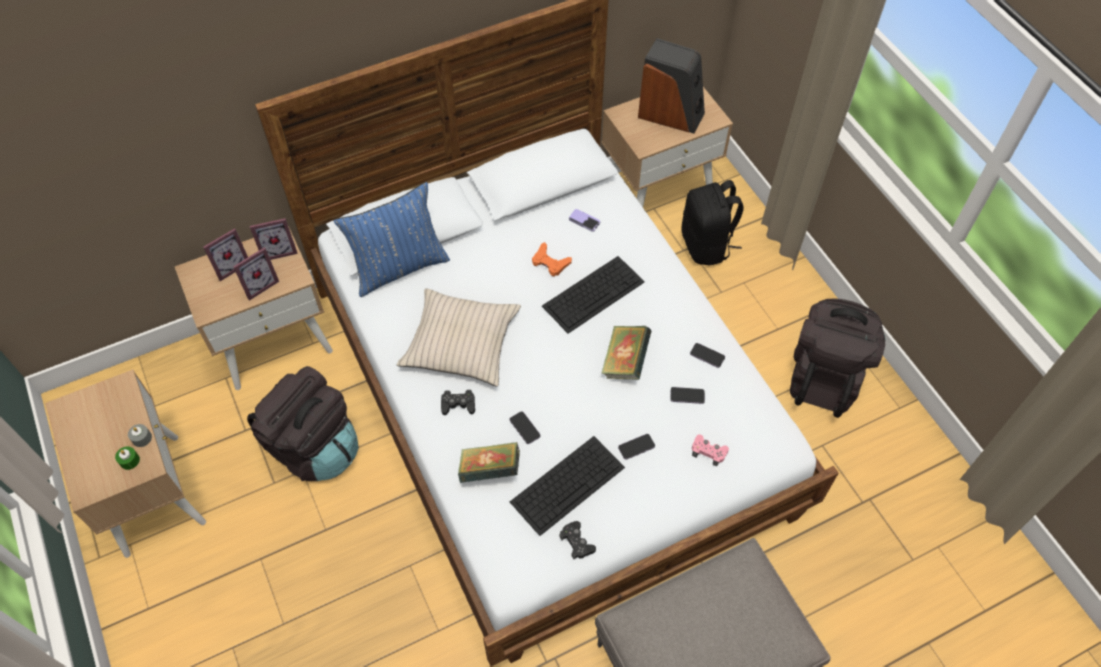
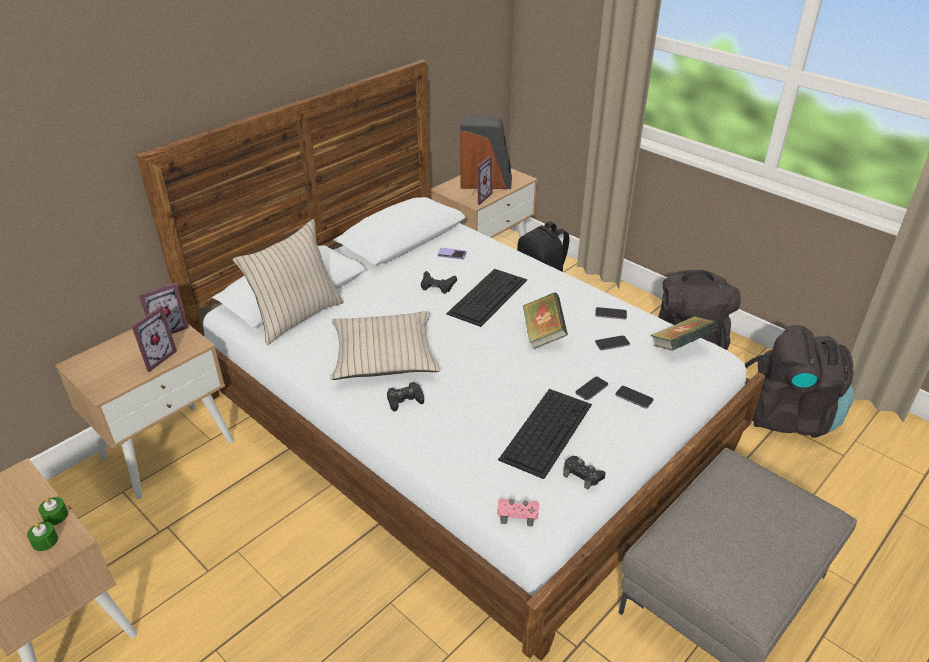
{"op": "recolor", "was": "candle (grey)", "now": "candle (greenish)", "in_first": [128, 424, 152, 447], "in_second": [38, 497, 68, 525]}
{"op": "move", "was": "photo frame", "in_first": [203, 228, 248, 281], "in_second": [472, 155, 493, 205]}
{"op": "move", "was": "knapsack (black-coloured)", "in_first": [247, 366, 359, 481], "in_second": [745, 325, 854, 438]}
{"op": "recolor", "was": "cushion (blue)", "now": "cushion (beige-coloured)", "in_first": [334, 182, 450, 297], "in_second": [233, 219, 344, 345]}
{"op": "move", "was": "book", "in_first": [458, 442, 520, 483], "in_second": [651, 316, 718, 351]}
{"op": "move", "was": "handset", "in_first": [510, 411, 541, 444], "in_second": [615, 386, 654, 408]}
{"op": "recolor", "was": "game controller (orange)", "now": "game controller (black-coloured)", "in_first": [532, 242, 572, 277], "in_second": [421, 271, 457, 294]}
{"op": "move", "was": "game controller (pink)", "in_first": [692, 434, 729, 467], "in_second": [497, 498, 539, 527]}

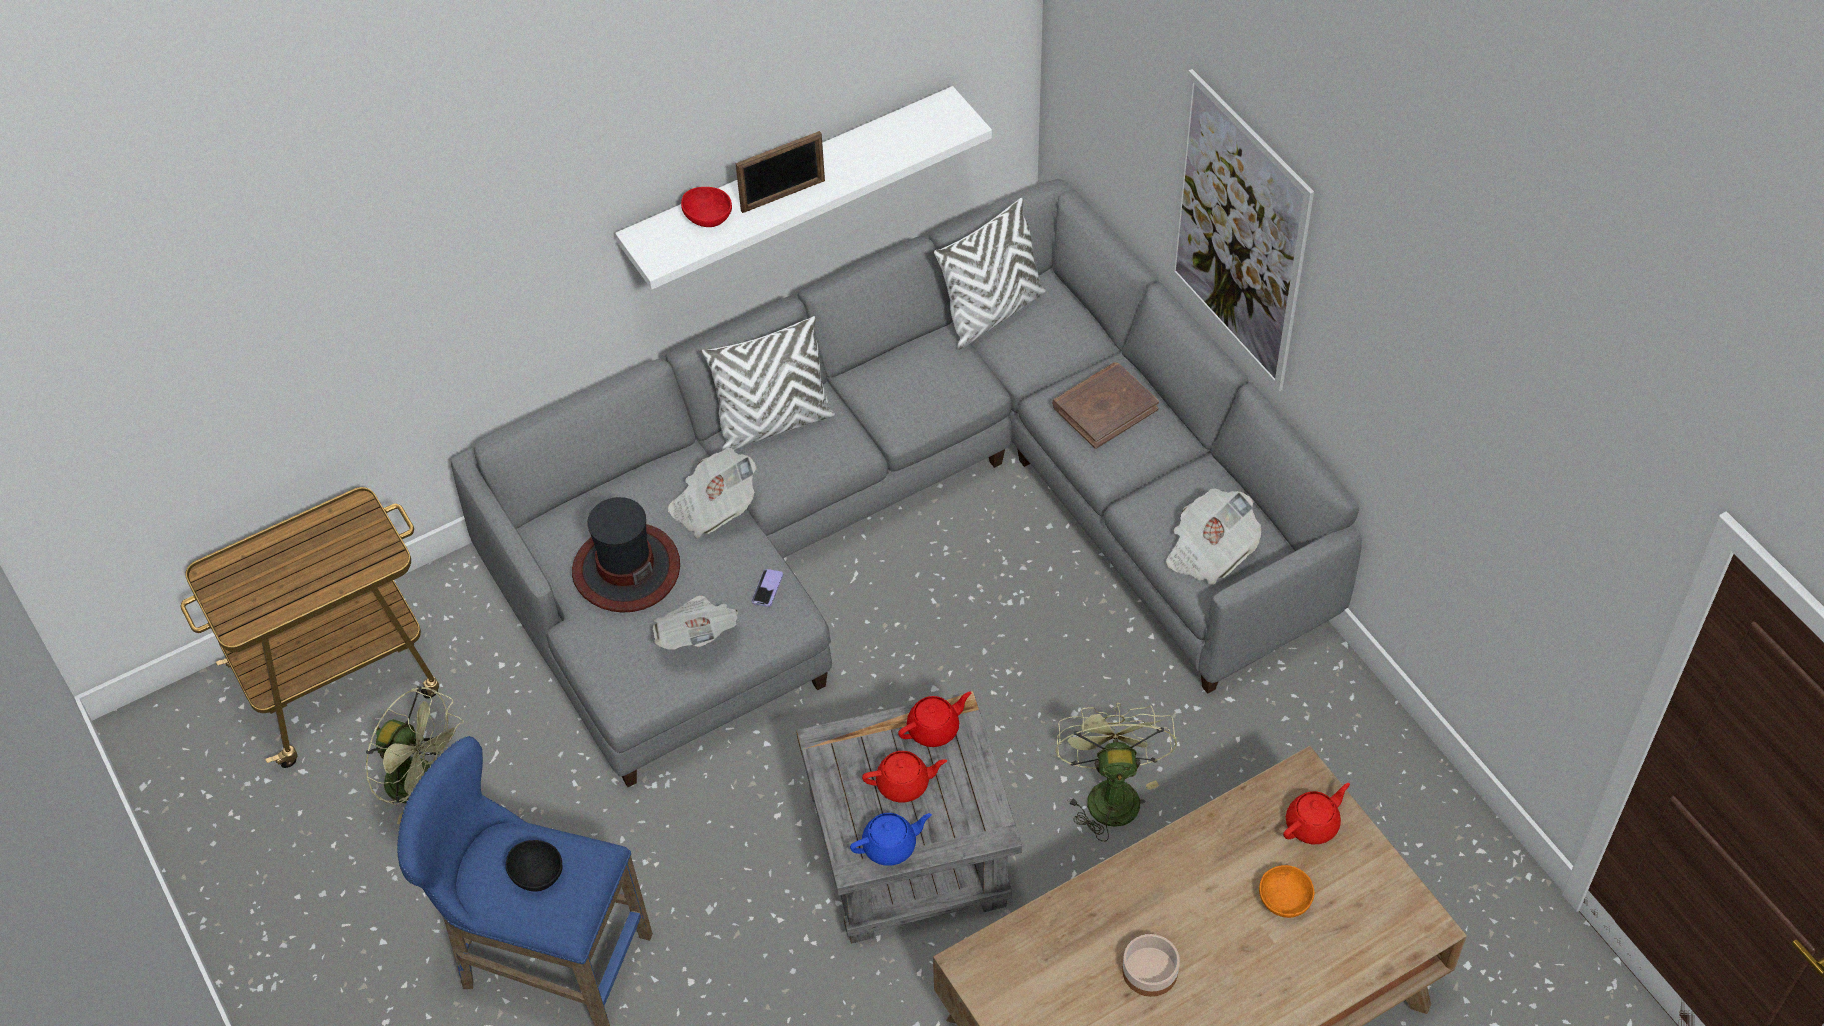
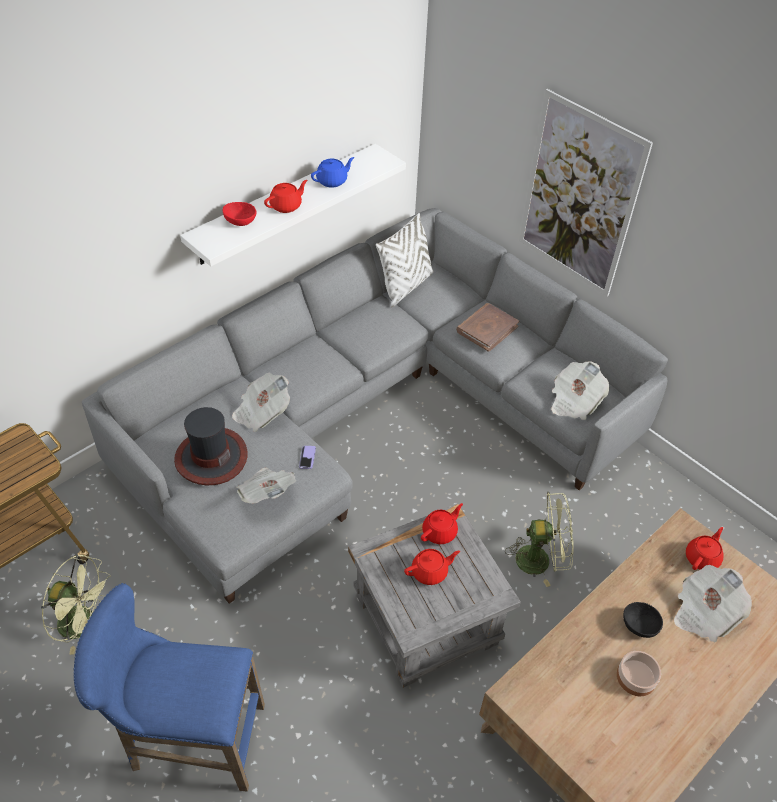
{"op": "move", "was": "bowl (black-coloured)", "in_first": [506, 840, 563, 892], "in_second": [623, 602, 663, 638]}
{"op": "delete", "was": "cushion (white-coloured)", "in_first": [702, 316, 835, 451]}
{"op": "replace", "was": "photo frame", "now": "teapot (red)", "in_first": [736, 131, 825, 213], "in_second": [264, 180, 308, 213]}
{"op": "move", "was": "teapot (blue)", "in_first": [850, 813, 932, 866], "in_second": [311, 157, 355, 188]}
{"op": "rotate", "was": "cooling fan (greenish)", "in_first": [1055, 703, 1177, 841], "in_second": [505, 492, 574, 587], "clockwise": 105}
{"op": "replace", "was": "bowl (orange)", "now": "newspaper", "in_first": [1259, 865, 1315, 918], "in_second": [674, 565, 752, 642]}

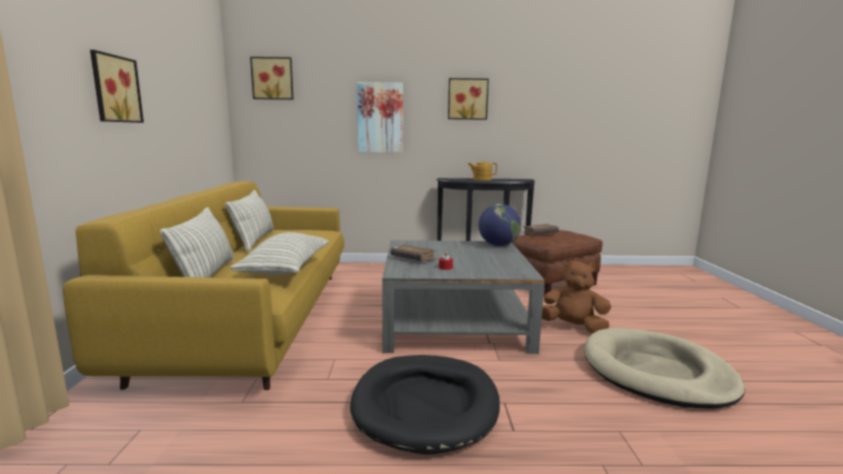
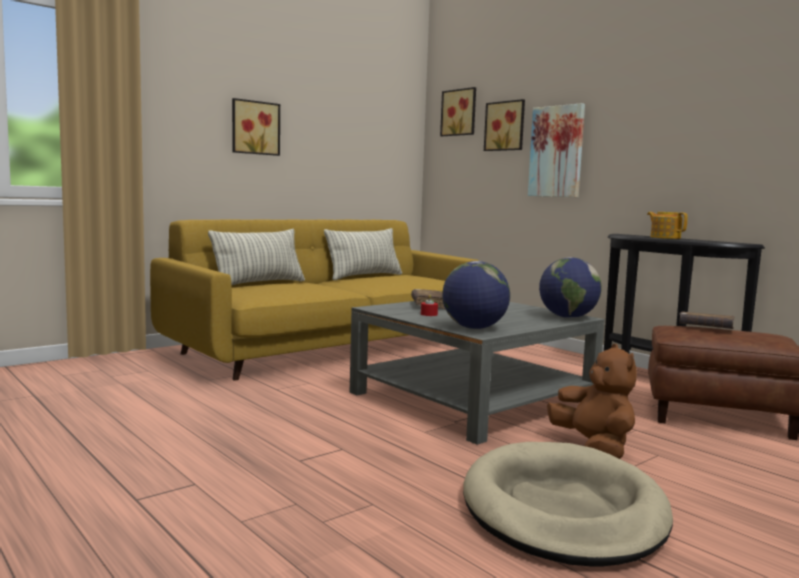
{"op": "delete", "was": "cushion", "in_first": [230, 232, 329, 275]}
{"op": "delete", "was": "dog bed (black-coloured)", "in_first": [350, 355, 500, 455]}
{"op": "move", "was": "wall picture", "in_first": [448, 78, 489, 120], "in_second": [484, 99, 525, 151]}
{"op": "insert", "now": "world globe", "in_second": [442, 261, 510, 329]}

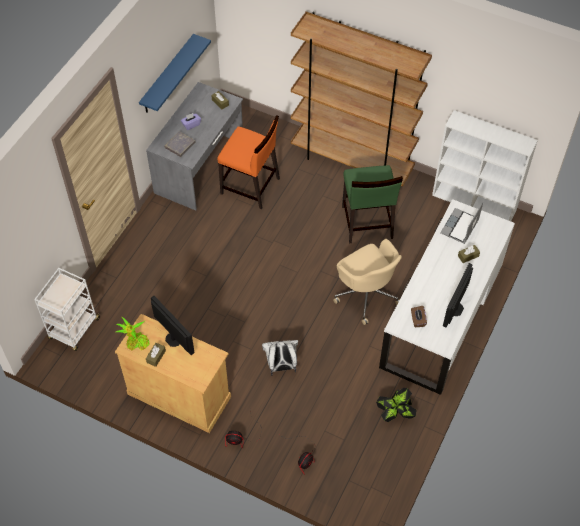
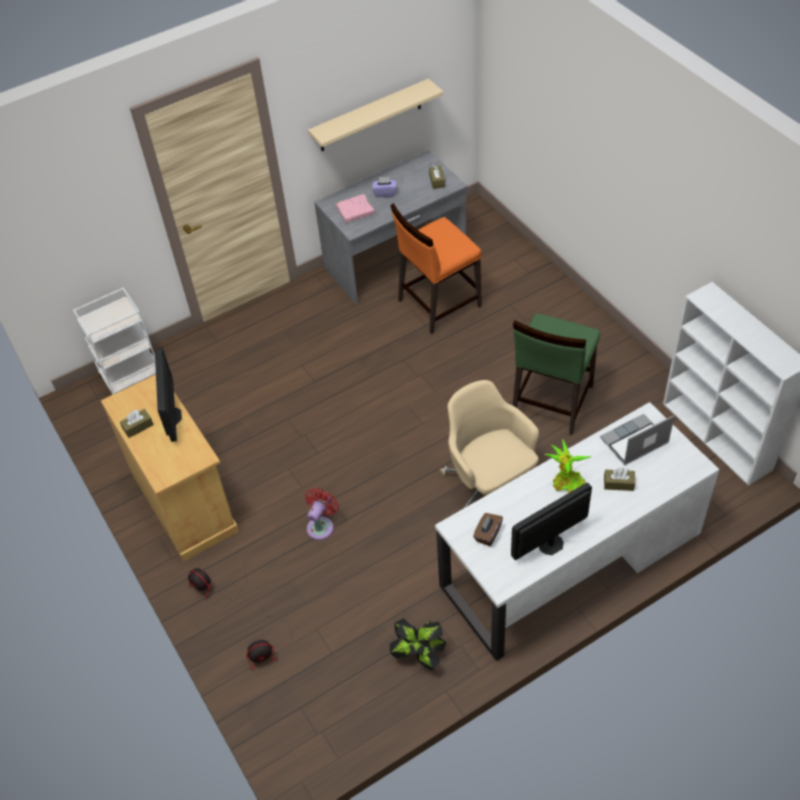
{"op": "move", "was": "potted plant", "in_first": [116, 317, 149, 350], "in_second": [544, 439, 592, 493]}
{"op": "recolor", "was": "wall shelf (blue)", "now": "wall shelf (beige-coloured)", "in_first": [139, 34, 211, 113], "in_second": [308, 79, 444, 151]}
{"op": "recolor", "was": "book (grey)", "now": "book (pink)", "in_first": [164, 131, 195, 157], "in_second": [335, 194, 375, 223]}
{"op": "rotate", "was": "plain chair (orange)", "in_first": [217, 115, 280, 209], "in_second": [390, 203, 482, 334], "clockwise": 90}
{"op": "replace", "was": "knapsack (white-coloured)", "now": "cooling fan (red)", "in_first": [262, 340, 298, 376], "in_second": [305, 488, 339, 540]}
{"op": "delete", "was": "bookshelf (brown)", "in_first": [291, 11, 432, 186]}
{"op": "rotate", "was": "computer chair (beige-coloured)", "in_first": [333, 239, 402, 325], "in_second": [440, 380, 539, 509], "clockwise": 150}

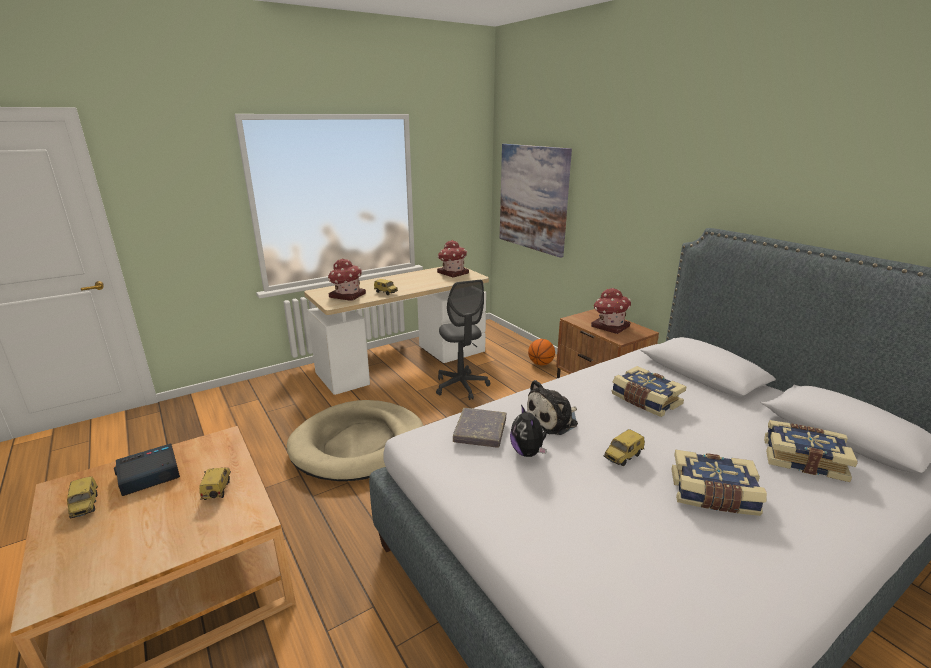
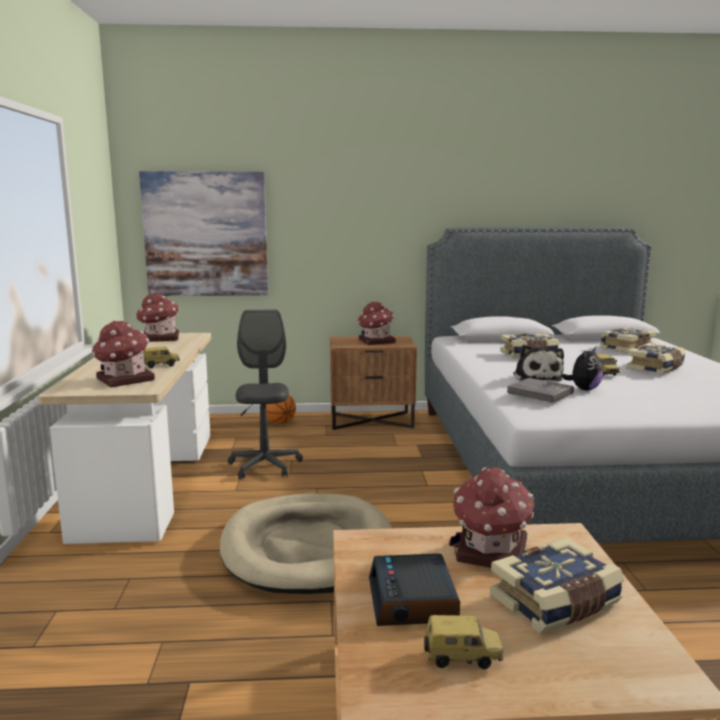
{"op": "replace", "was": "model car", "now": "miniature house", "in_first": [199, 468, 231, 500], "in_second": [449, 467, 535, 568]}
{"op": "rotate", "was": "computer chair (grey)", "in_first": [436, 280, 490, 400], "in_second": [228, 309, 303, 479], "clockwise": -105}
{"op": "rotate", "was": "plush toy", "in_first": [510, 405, 547, 457], "in_second": [562, 347, 603, 390], "clockwise": -60}
{"op": "insert", "now": "book", "in_second": [490, 538, 624, 634]}

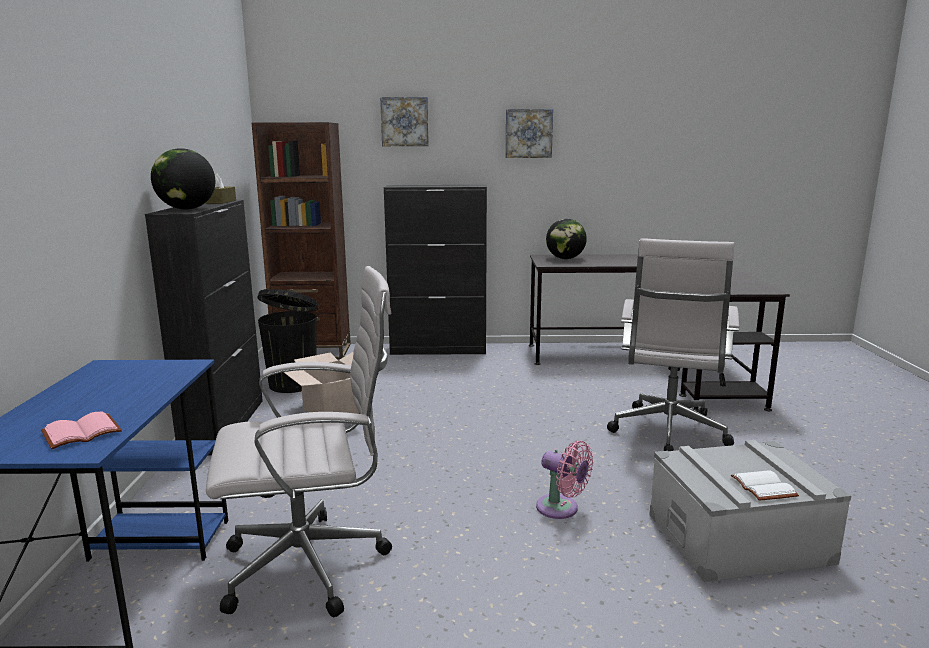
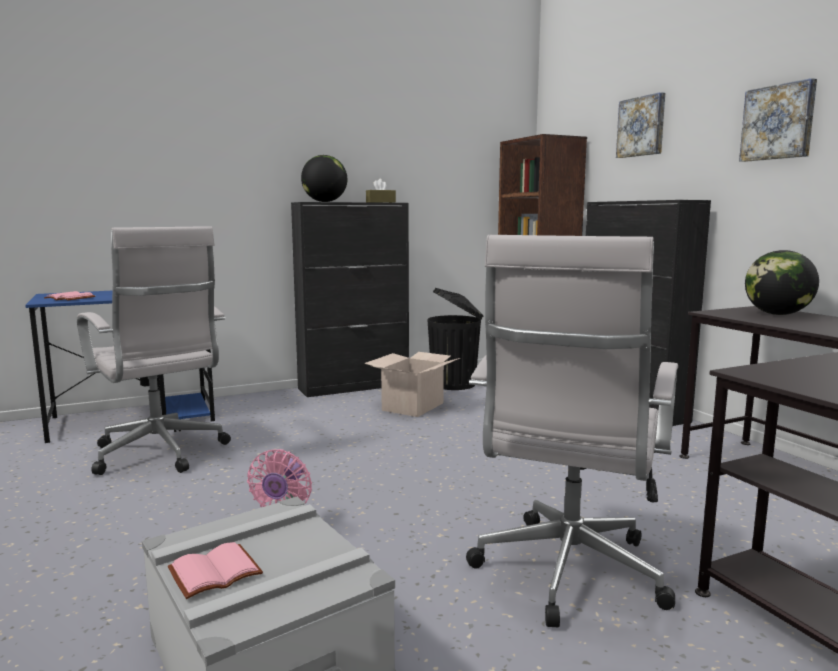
{"op": "rotate", "was": "computer chair (white-coloured)", "in_first": [607, 238, 739, 451], "in_second": [466, 235, 678, 627], "clockwise": -60}
{"op": "recolor", "was": "book (white-coloured)", "now": "book (pink)", "in_first": [731, 470, 799, 501], "in_second": [168, 542, 263, 599]}

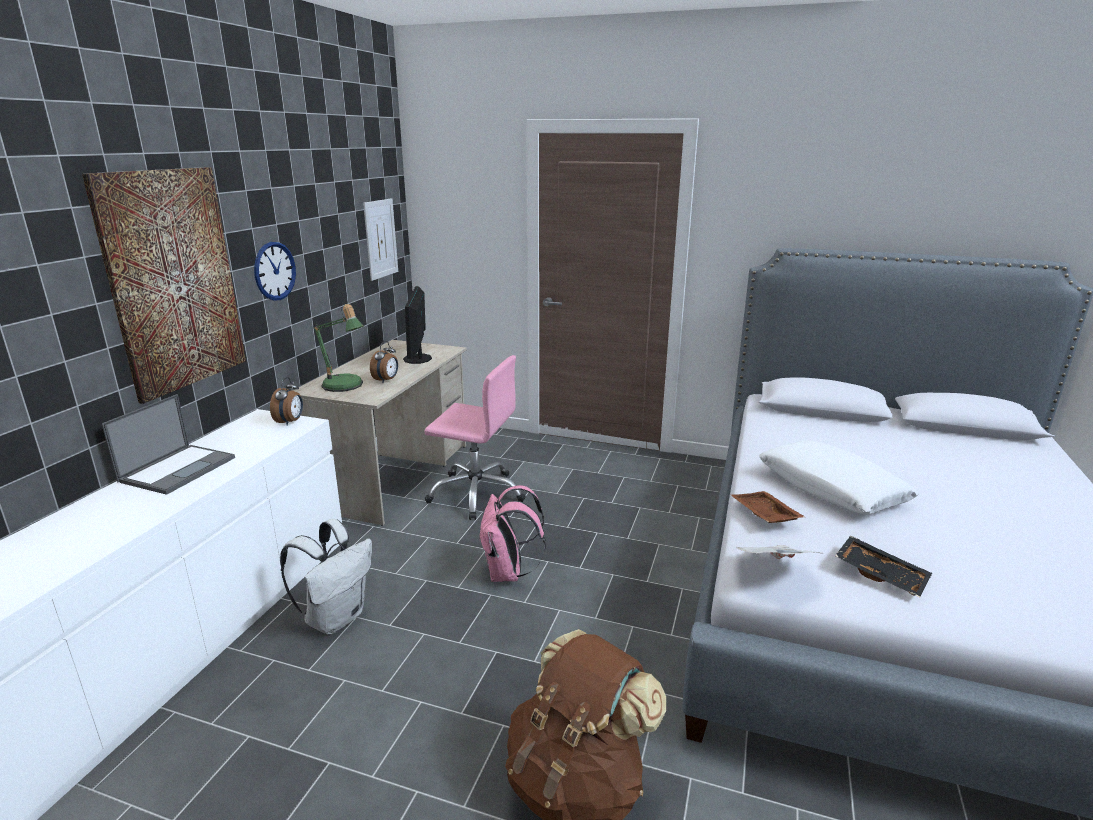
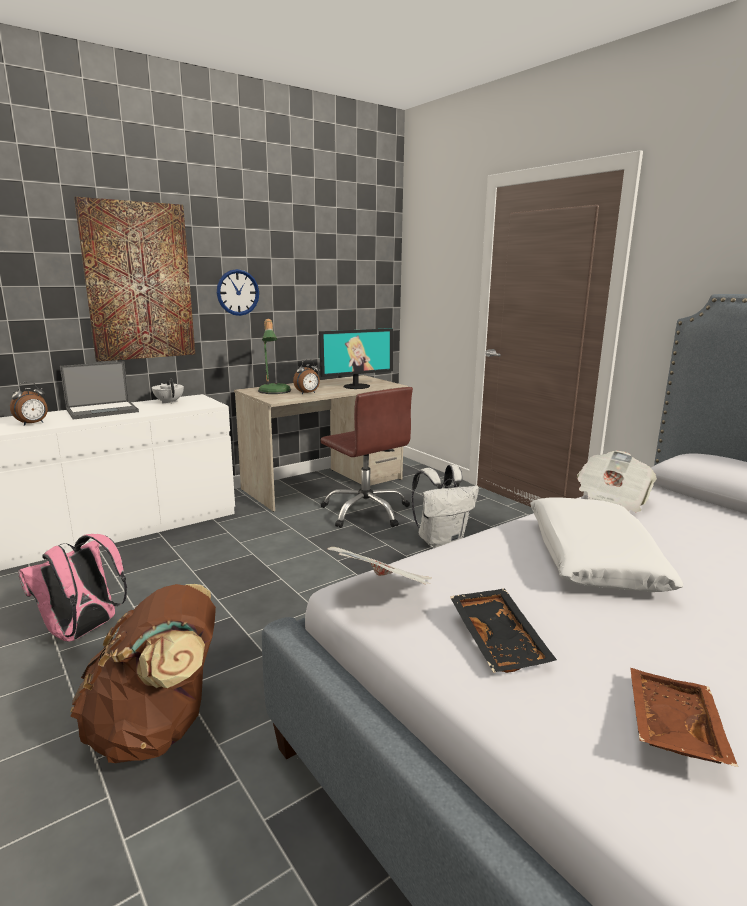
{"op": "move", "was": "alarm clock", "in_first": [270, 377, 303, 426], "in_second": [10, 381, 48, 426]}
{"op": "move", "was": "knapsack (white-coloured)", "in_first": [280, 519, 372, 634], "in_second": [412, 465, 479, 548]}
{"op": "delete", "was": "wall picture", "in_first": [363, 198, 398, 281]}
{"op": "rotate", "was": "monitor", "in_first": [403, 286, 432, 364], "in_second": [319, 328, 393, 389], "clockwise": -150}
{"op": "recolor", "was": "computer chair (pink)", "now": "computer chair (brown)", "in_first": [425, 355, 526, 520], "in_second": [320, 387, 413, 528]}
{"op": "move", "was": "knapsack (pink)", "in_first": [479, 485, 546, 582], "in_second": [18, 534, 127, 642]}
{"op": "move", "was": "carrying tray (brown)", "in_first": [731, 491, 805, 523], "in_second": [630, 668, 738, 767]}
{"op": "insert", "now": "teapot (white-coloured)", "in_second": [152, 379, 184, 404]}
{"op": "insert", "now": "newspaper", "in_second": [577, 451, 657, 512]}

